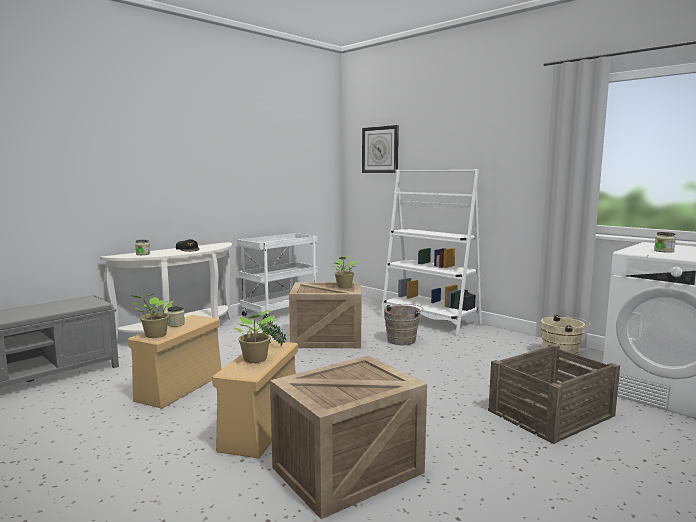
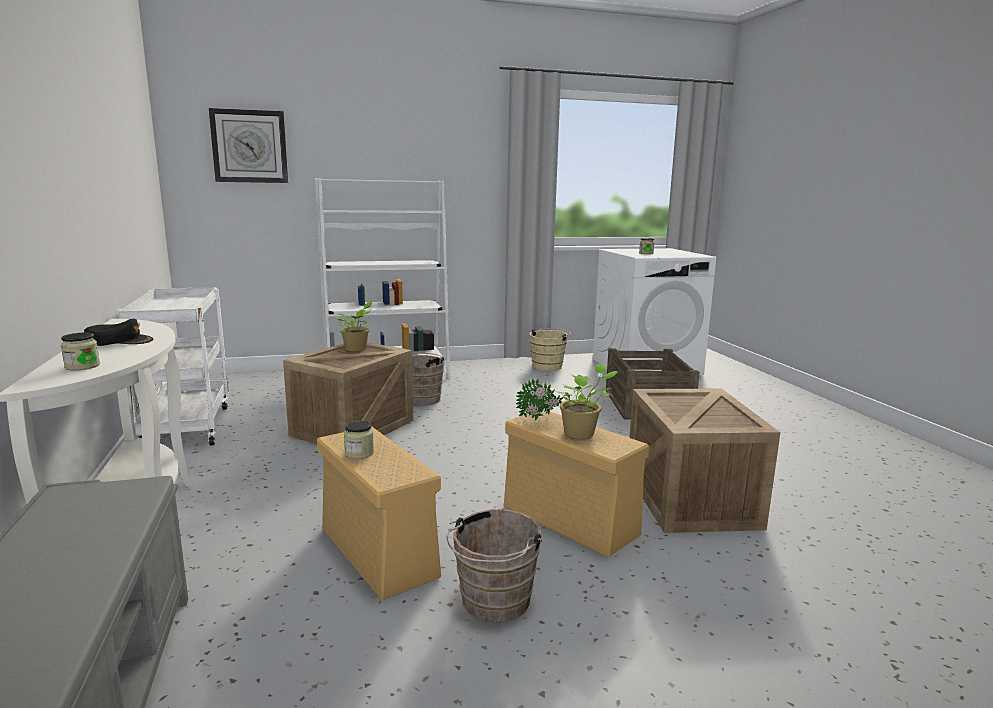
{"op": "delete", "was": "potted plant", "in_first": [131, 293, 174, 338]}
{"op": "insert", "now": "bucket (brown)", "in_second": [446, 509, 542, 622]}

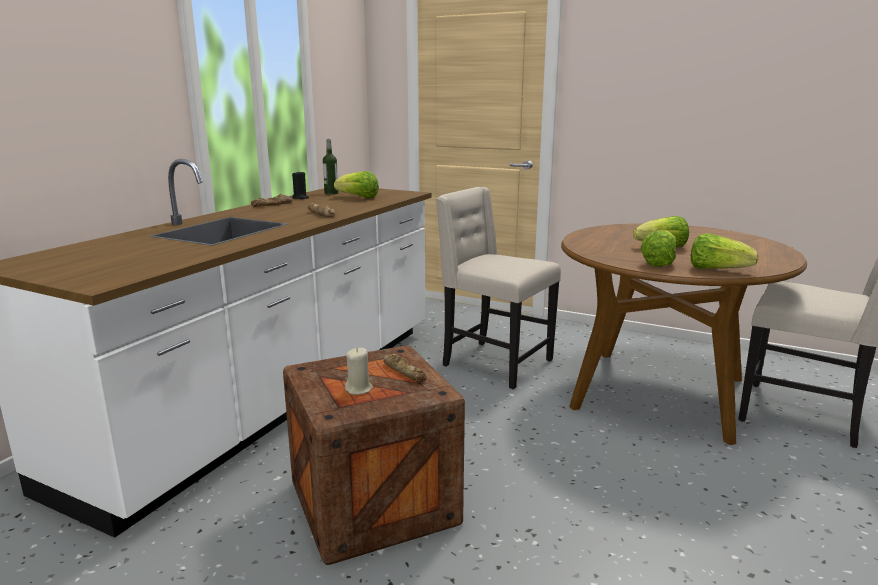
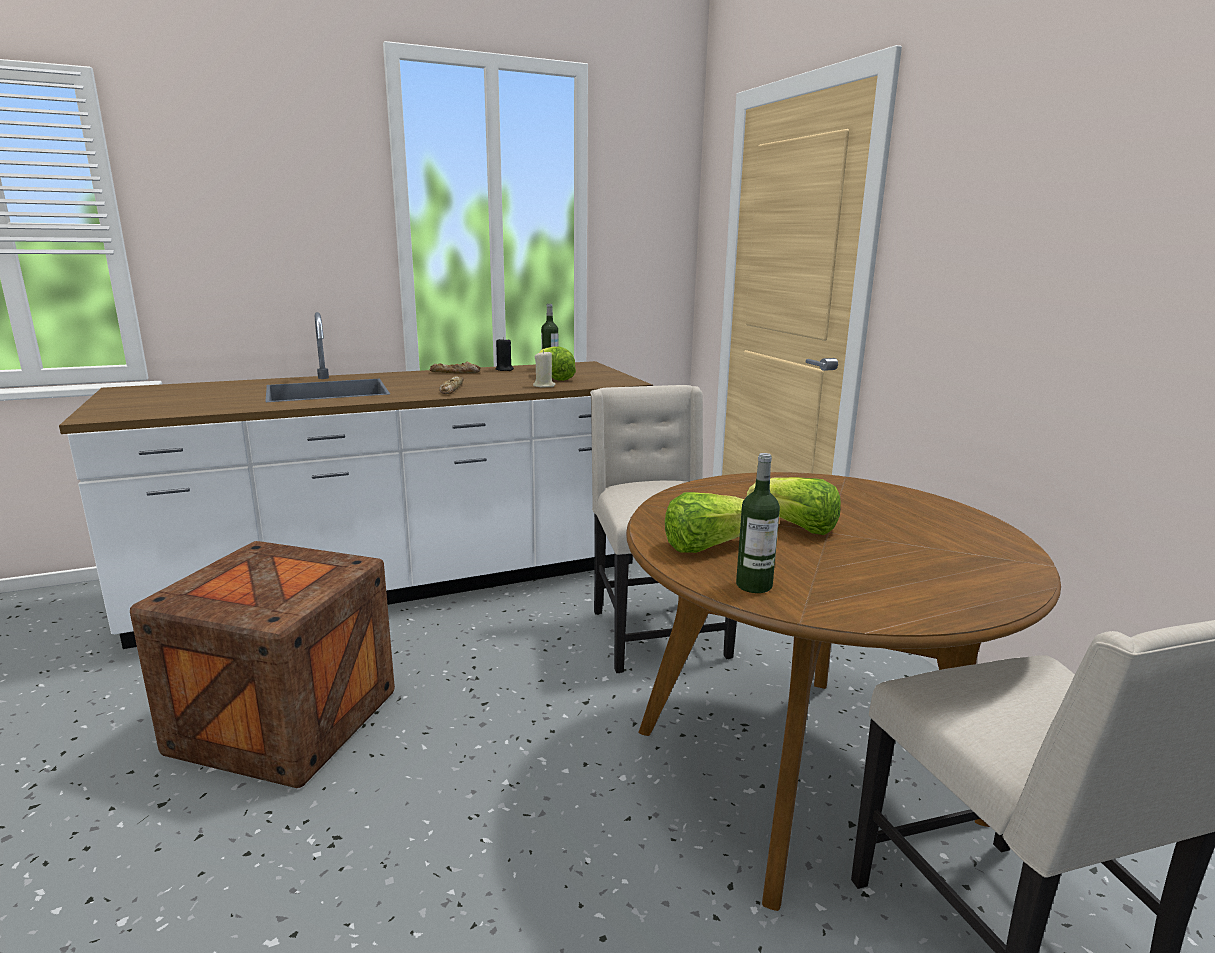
{"op": "move", "was": "candle (beige-coloured)", "in_first": [345, 348, 373, 395], "in_second": [533, 350, 556, 387]}
{"op": "delete", "was": "baked bread", "in_first": [383, 354, 427, 382]}
{"op": "replace", "was": "head of lettuce", "now": "drink bottle", "in_first": [691, 233, 759, 269], "in_second": [736, 453, 780, 593]}

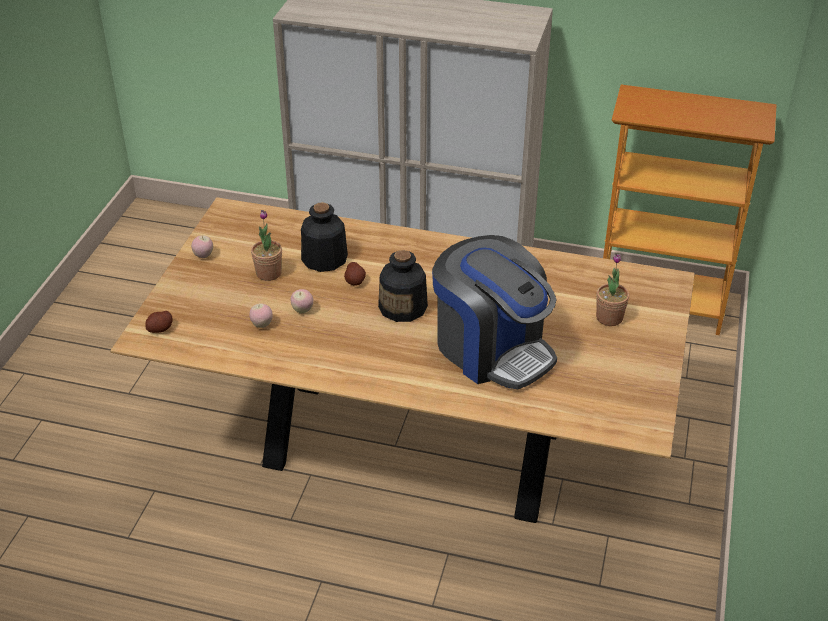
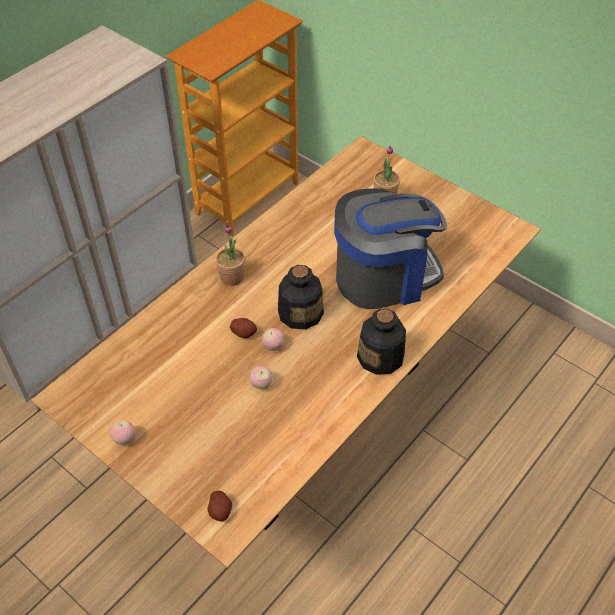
{"op": "move", "was": "apple fruit", "in_first": [250, 303, 273, 328], "in_second": [262, 328, 284, 351]}
{"op": "move", "was": "potted plant", "in_first": [251, 210, 282, 281], "in_second": [216, 225, 245, 286]}
{"op": "move", "was": "drink bottle", "in_first": [301, 202, 348, 272], "in_second": [357, 308, 406, 375]}

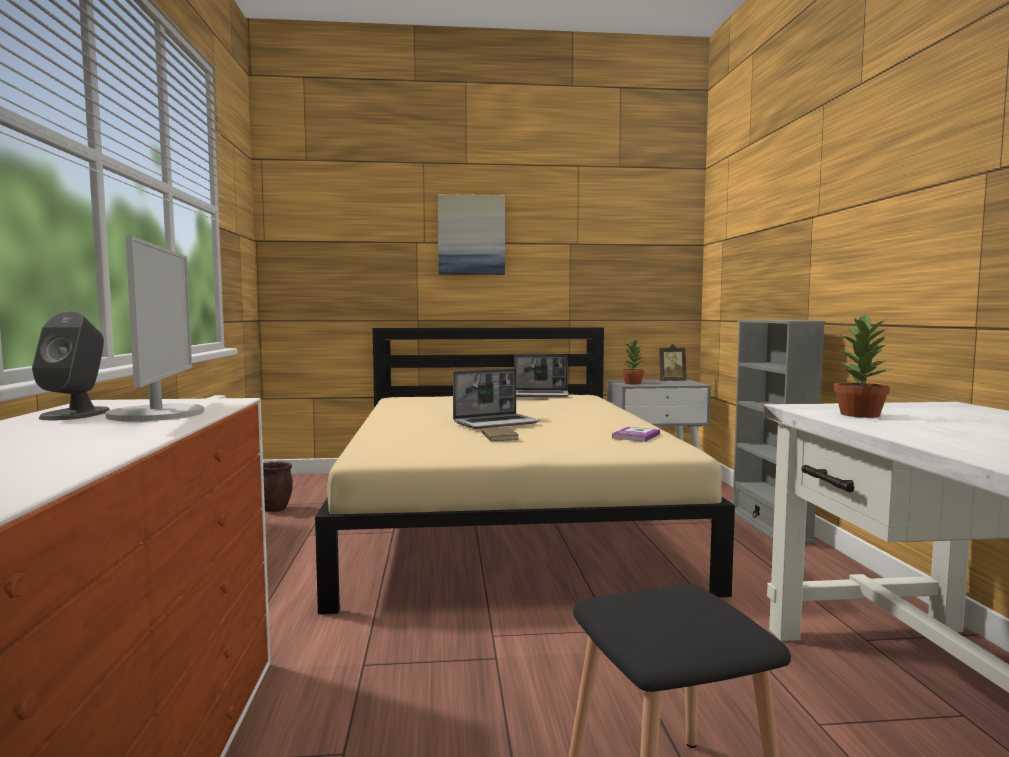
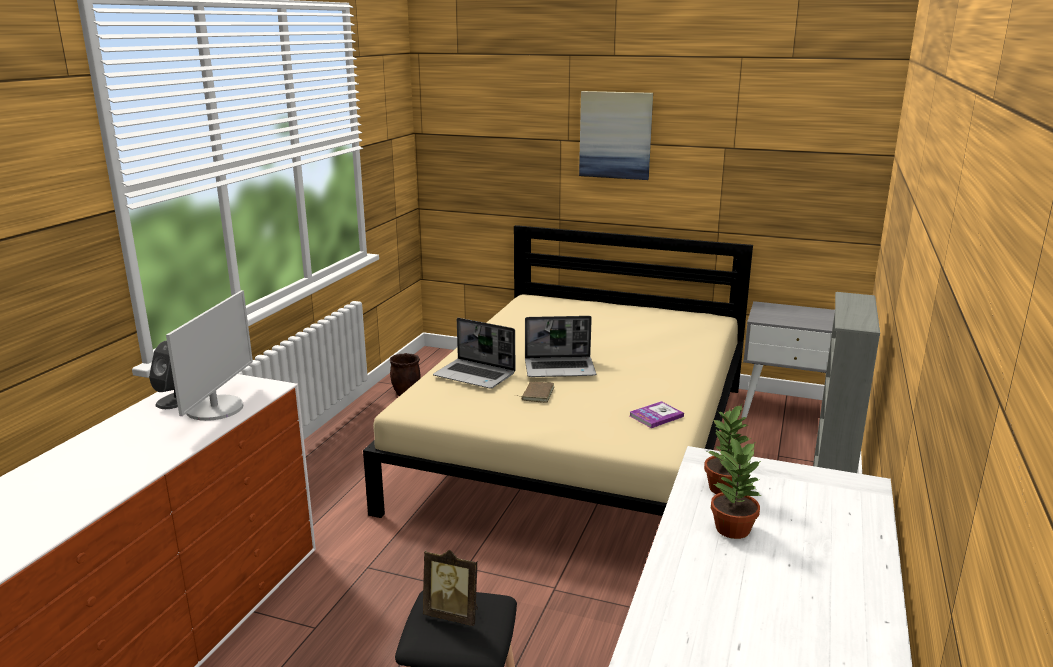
{"op": "move", "was": "laptop", "in_first": [514, 355, 569, 397], "in_second": [433, 318, 515, 389]}
{"op": "move", "was": "potted plant", "in_first": [622, 337, 646, 384], "in_second": [711, 436, 762, 539]}
{"op": "move", "was": "photo frame", "in_first": [659, 344, 687, 381], "in_second": [423, 550, 478, 626]}

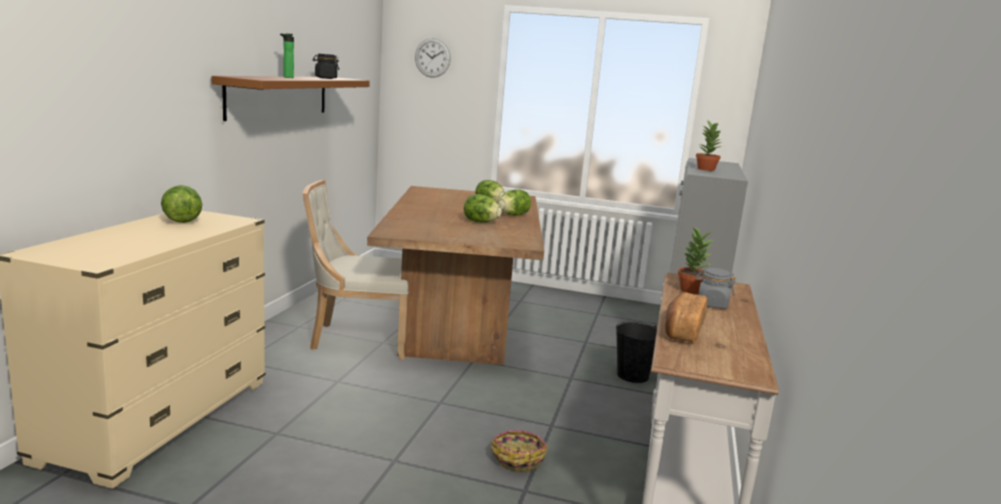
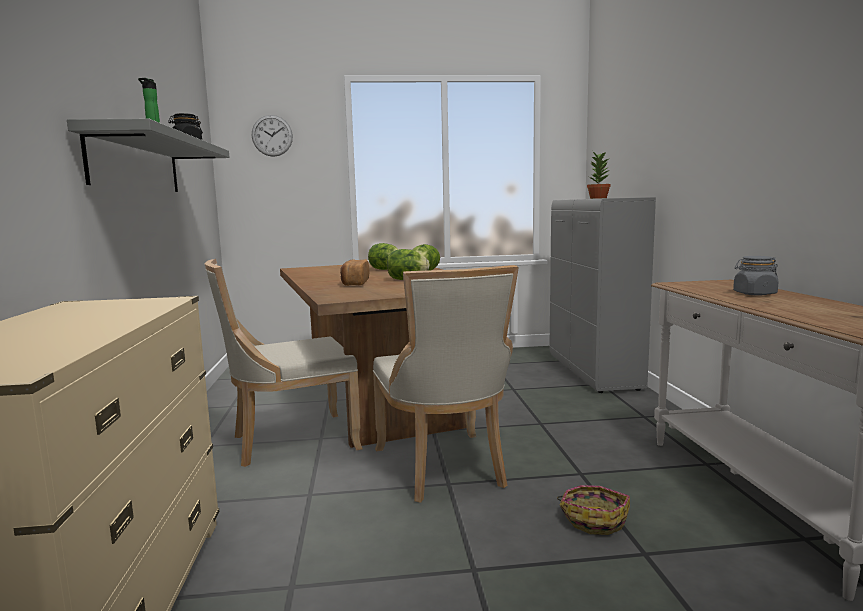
{"op": "delete", "was": "head of lettuce", "in_first": [161, 185, 202, 223]}
{"op": "recolor", "was": "wall shelf (brown)", "now": "wall shelf (grey)", "in_first": [211, 76, 370, 121], "in_second": [67, 119, 230, 192]}
{"op": "delete", "was": "bucket (black-coloured)", "in_first": [616, 322, 657, 383]}
{"op": "move", "was": "baked bread", "in_first": [665, 292, 707, 343], "in_second": [340, 259, 369, 286]}
{"op": "delete", "was": "potted plant", "in_first": [678, 227, 715, 294]}
{"op": "insert", "now": "plain chair (beige-coloured)", "in_second": [373, 265, 519, 503]}

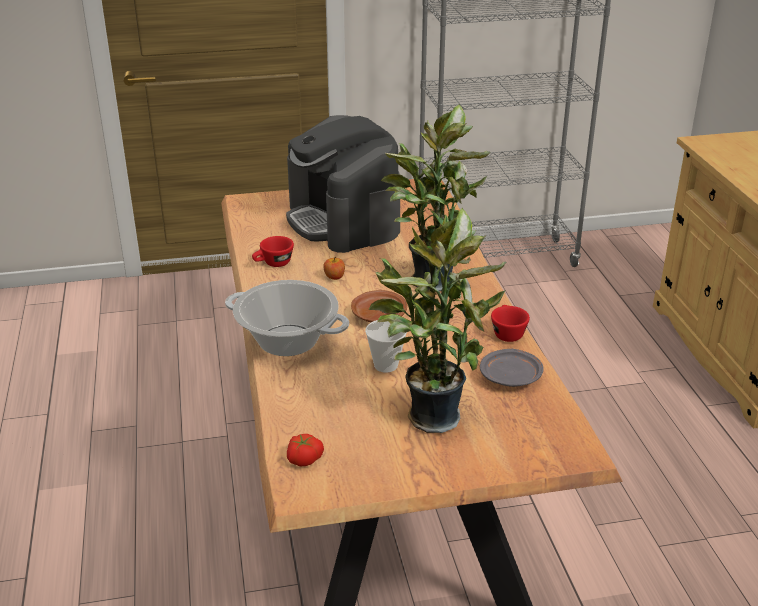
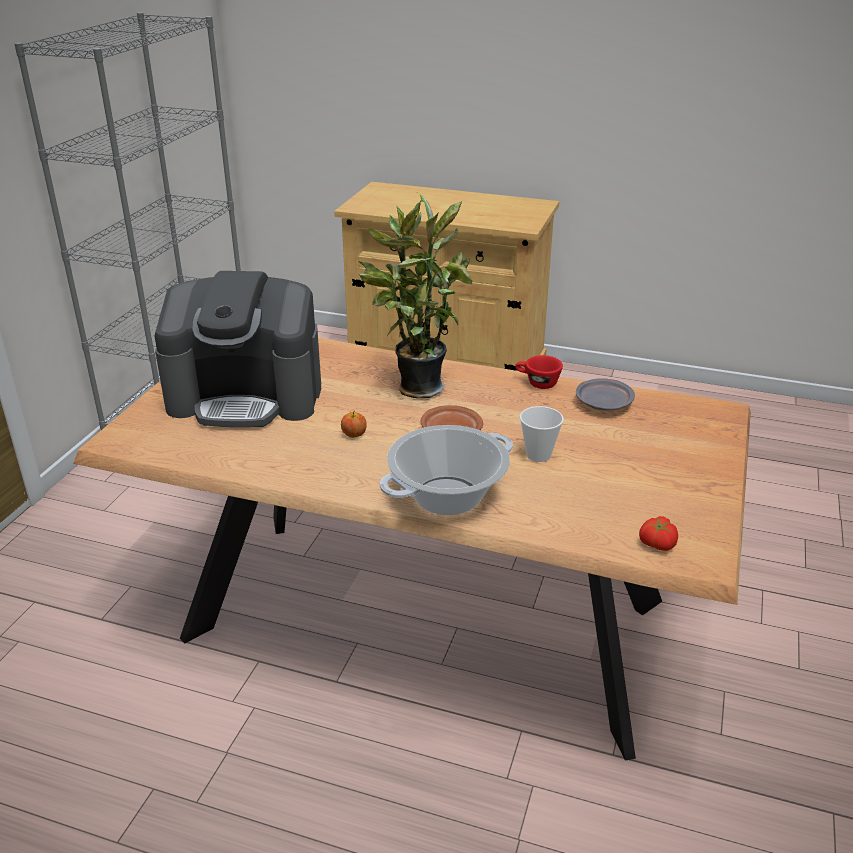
{"op": "delete", "was": "drinking cup (red)", "in_first": [252, 236, 294, 267]}
{"op": "delete", "was": "potted plant", "in_first": [368, 208, 506, 433]}

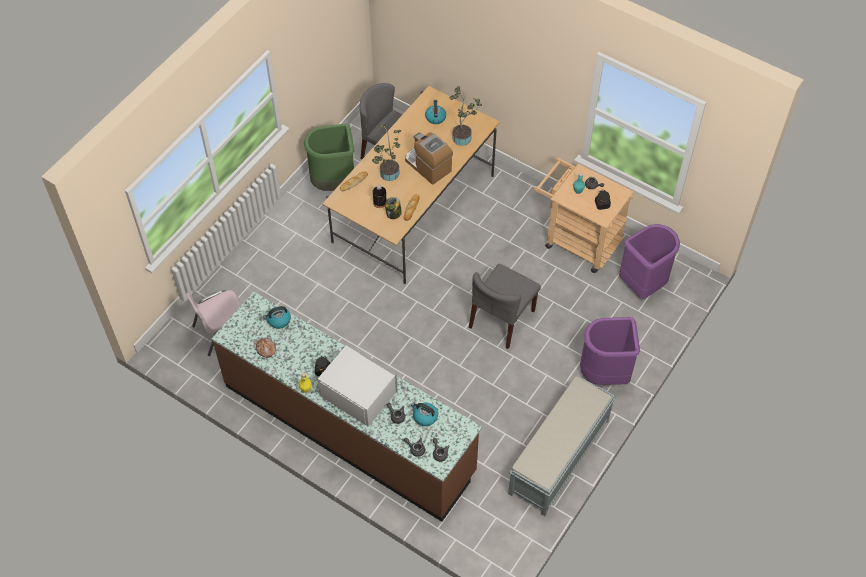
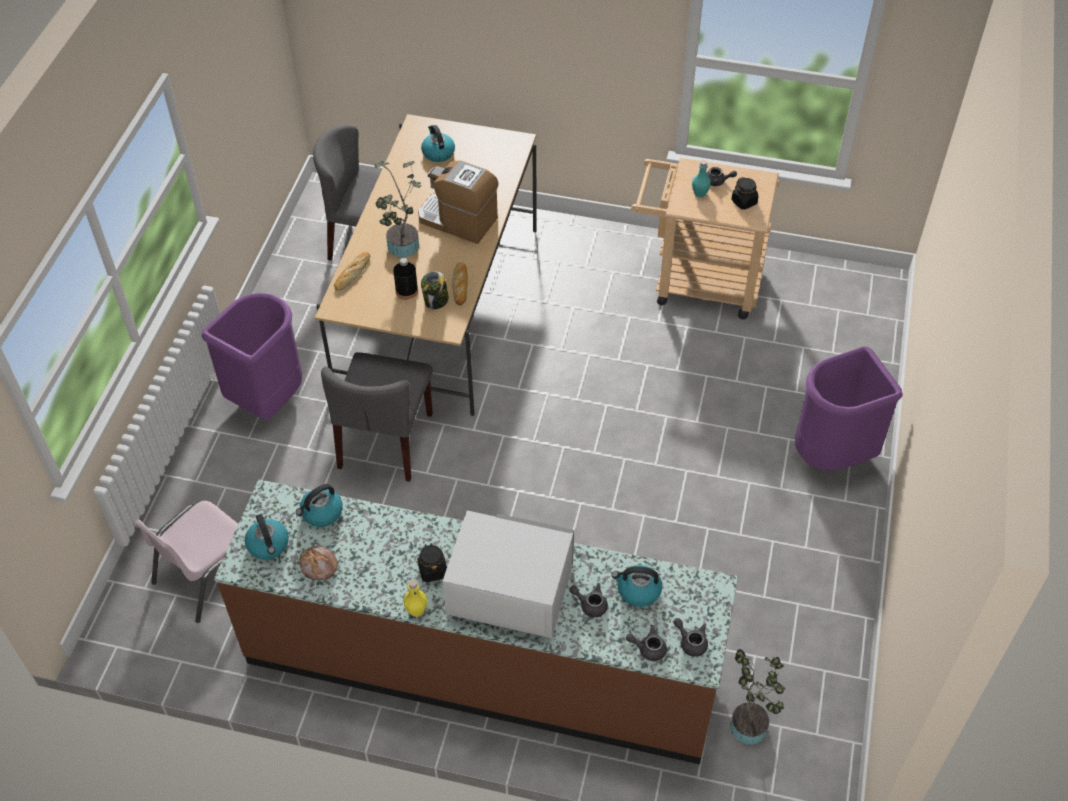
{"op": "delete", "was": "rubbish bin (greenish)", "in_first": [304, 124, 354, 191]}
{"op": "move", "was": "potted plant", "in_first": [449, 86, 482, 146], "in_second": [730, 649, 785, 745]}
{"op": "move", "was": "plain chair (grey)", "in_first": [469, 264, 541, 349], "in_second": [321, 352, 433, 482]}
{"op": "delete", "was": "indoor bench (grey)", "in_first": [508, 376, 616, 516]}
{"op": "move", "was": "rubbish bin (purple-coloured)", "in_first": [619, 224, 680, 299], "in_second": [202, 293, 302, 420]}
{"op": "insert", "now": "tea kettle", "in_second": [245, 514, 289, 560]}

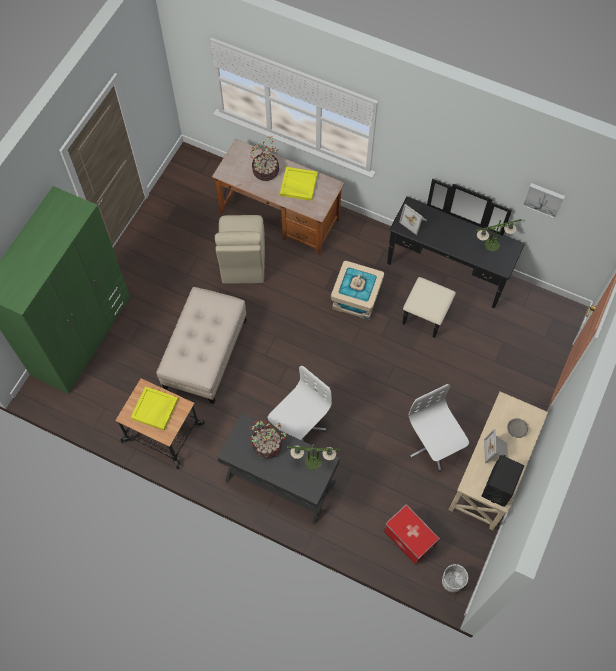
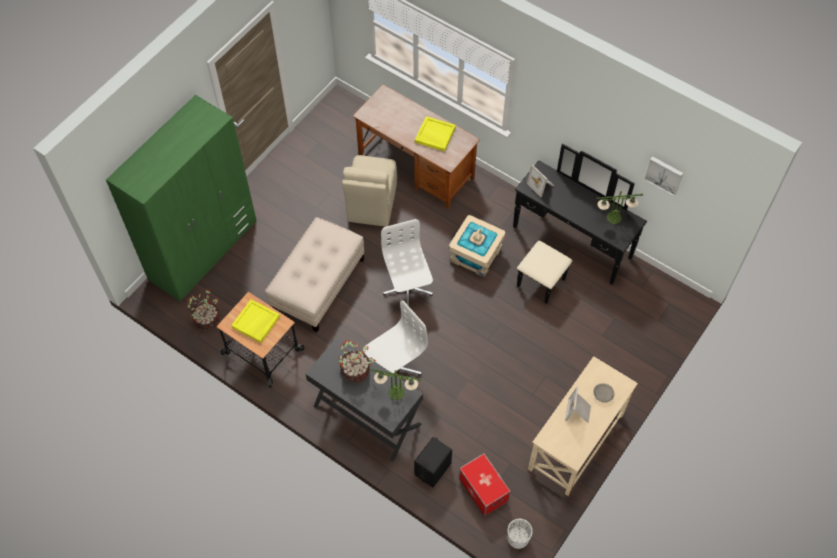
{"op": "move", "was": "potted plant", "in_first": [250, 136, 279, 181], "in_second": [186, 289, 220, 330]}
{"op": "move", "was": "computer chair (white-coloured)", "in_first": [409, 384, 469, 471], "in_second": [381, 219, 433, 306]}
{"op": "move", "was": "audio speaker (black-coloured)", "in_first": [482, 455, 524, 507], "in_second": [414, 437, 452, 487]}

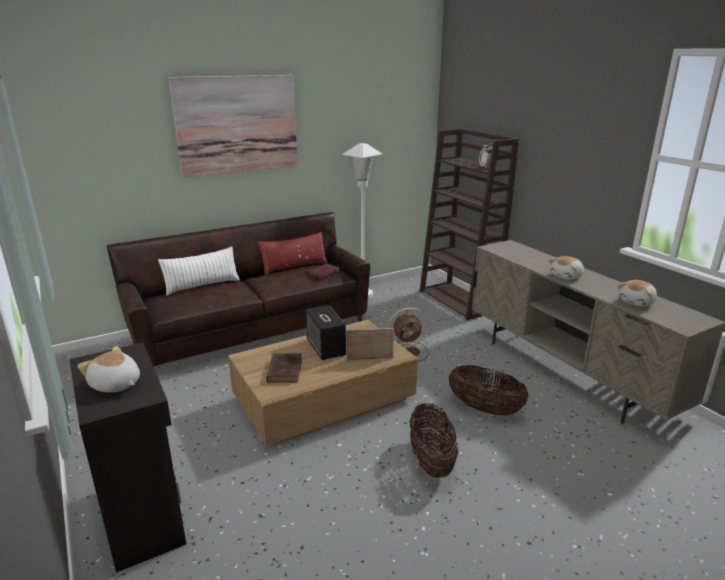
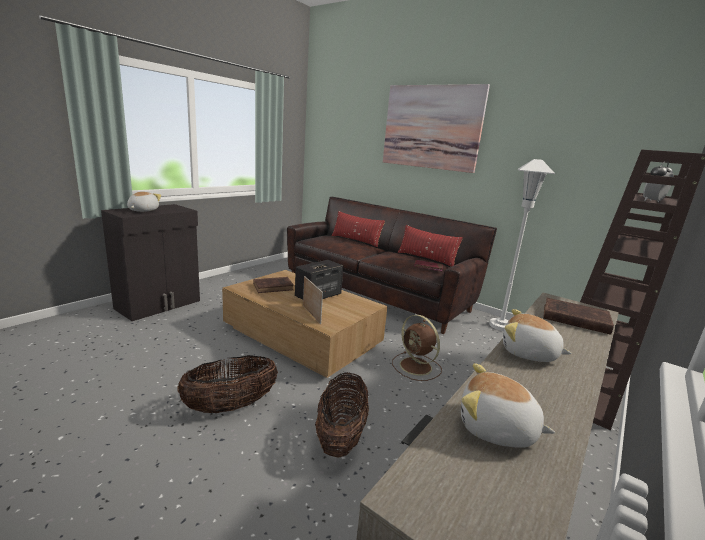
{"op": "recolor", "was": "cushion (white-coloured)", "now": "cushion (red)", "in_first": [158, 247, 240, 296], "in_second": [332, 211, 385, 247]}
{"op": "insert", "now": "book (brown)", "in_second": [543, 298, 614, 335]}

